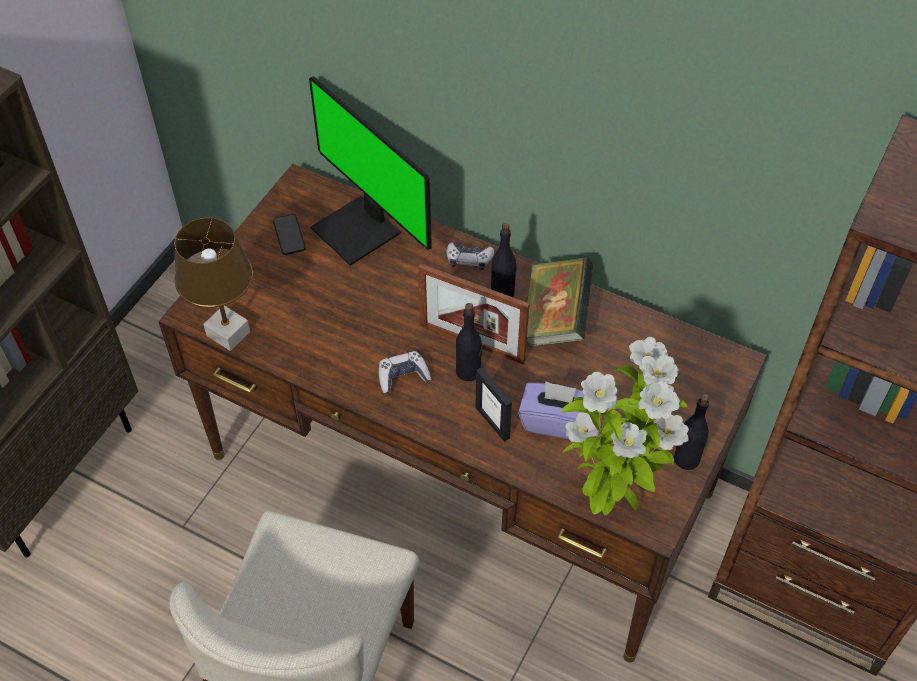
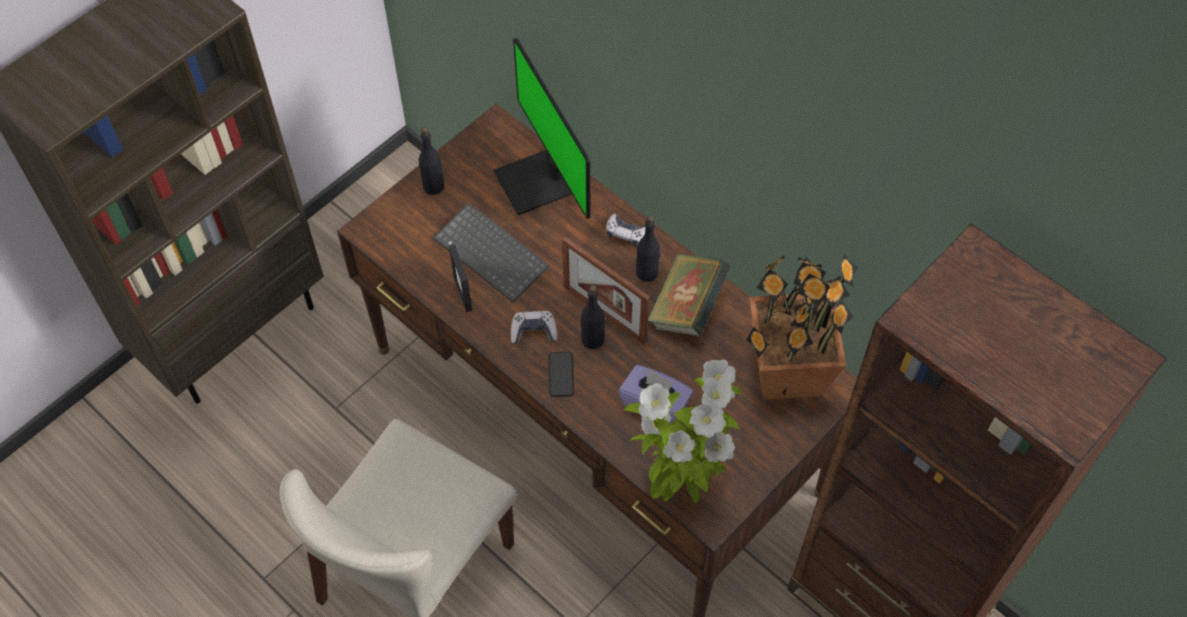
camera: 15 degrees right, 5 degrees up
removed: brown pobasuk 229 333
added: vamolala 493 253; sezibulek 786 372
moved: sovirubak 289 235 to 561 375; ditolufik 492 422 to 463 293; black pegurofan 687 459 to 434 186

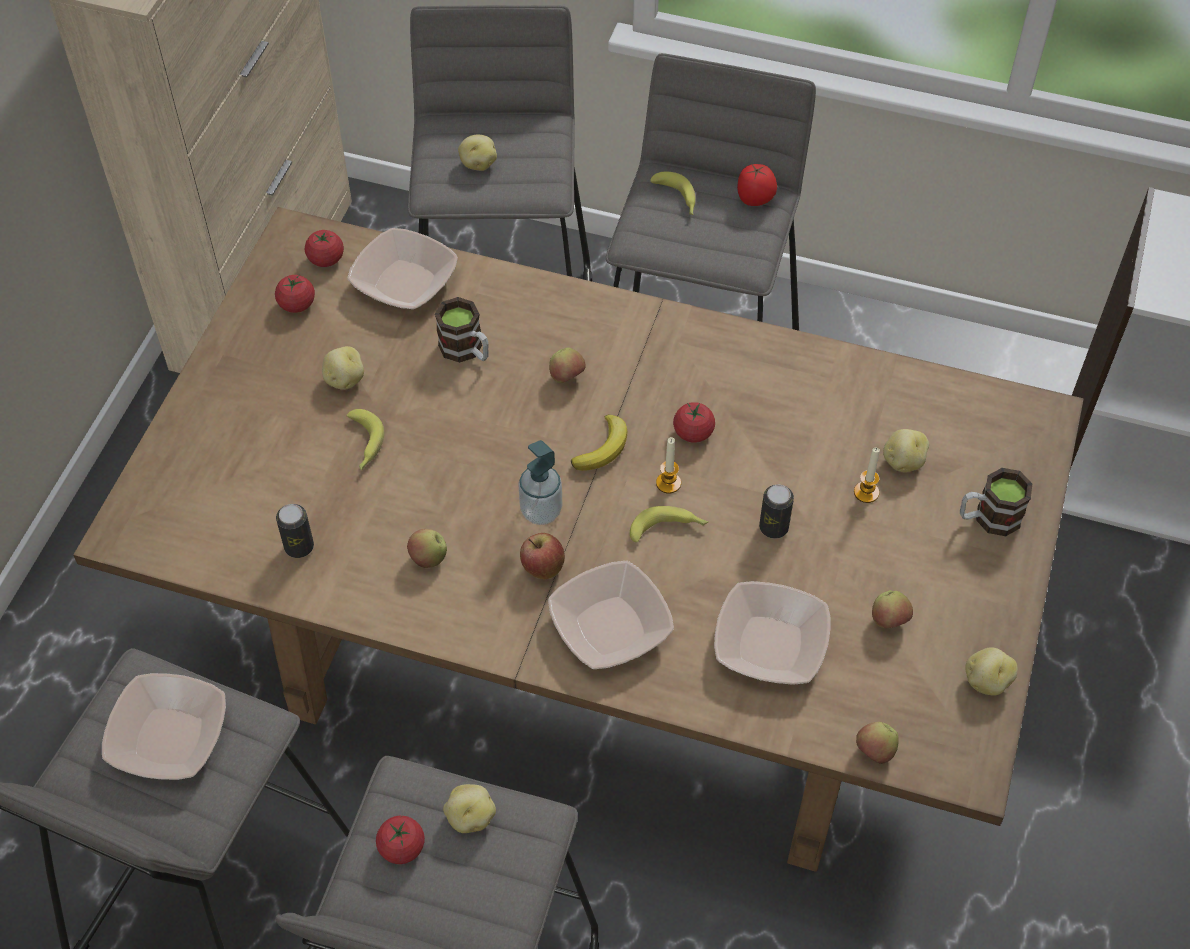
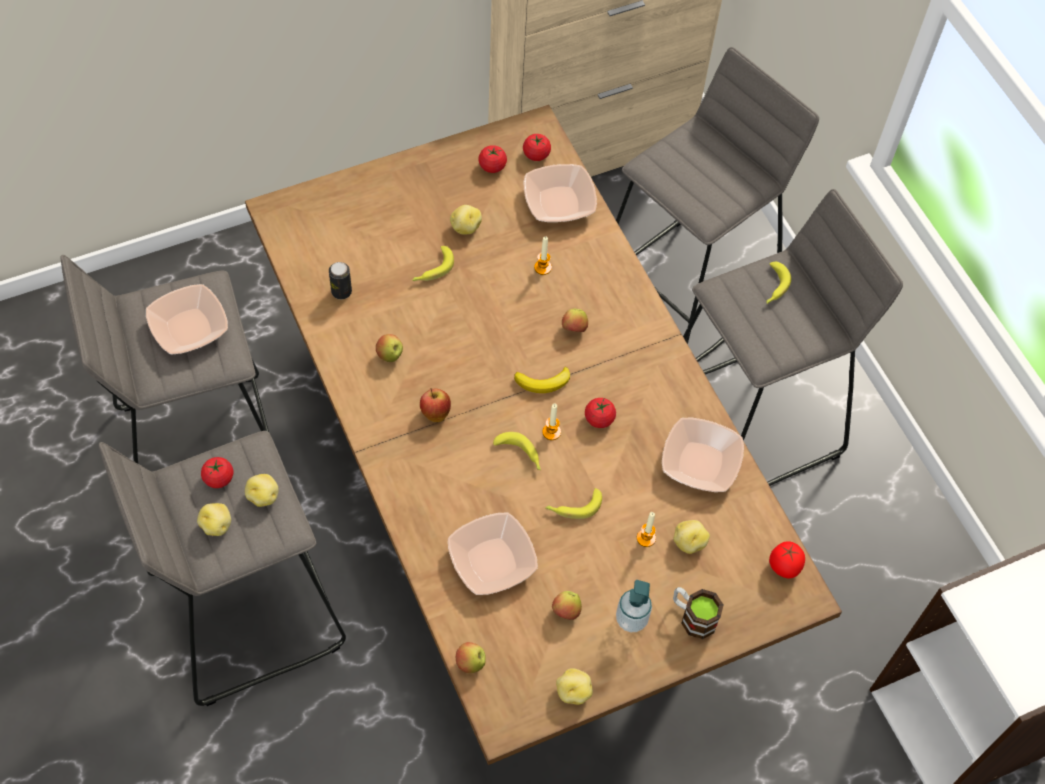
camera: 45 degrees right, 5 degrees up
moved: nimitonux 478 163 to 216 525; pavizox 541 511 to 631 619; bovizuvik 610 627 to 700 462; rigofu 755 200 to 783 567
replaced: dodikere 467 351 to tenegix 543 267; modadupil 773 527 to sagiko 573 507

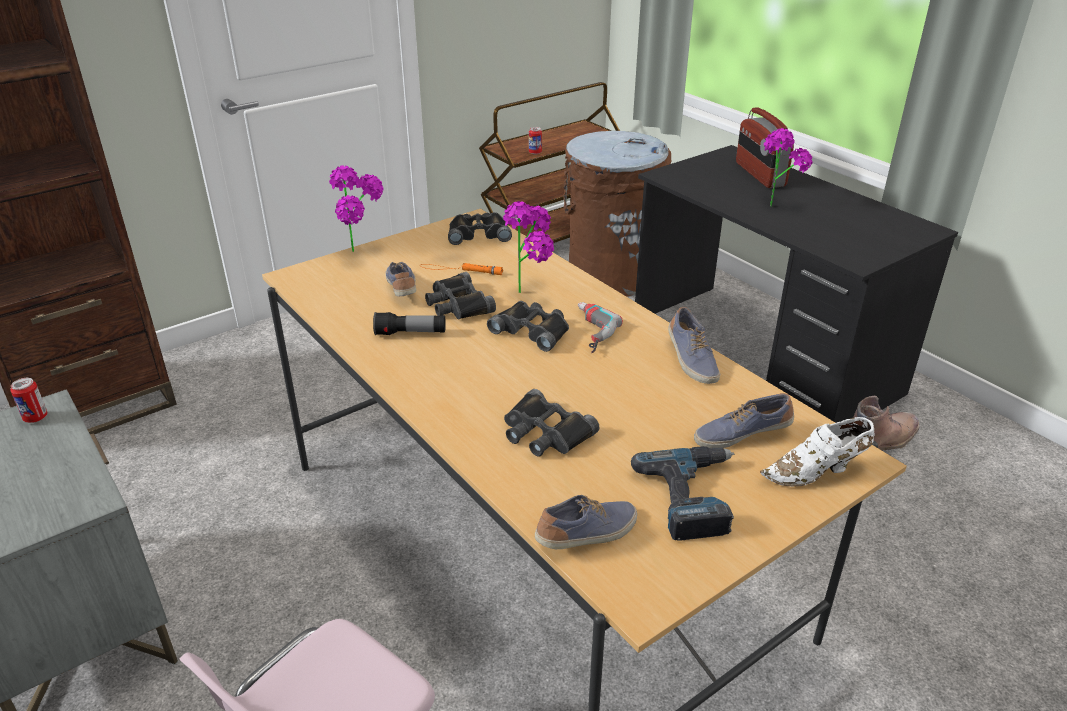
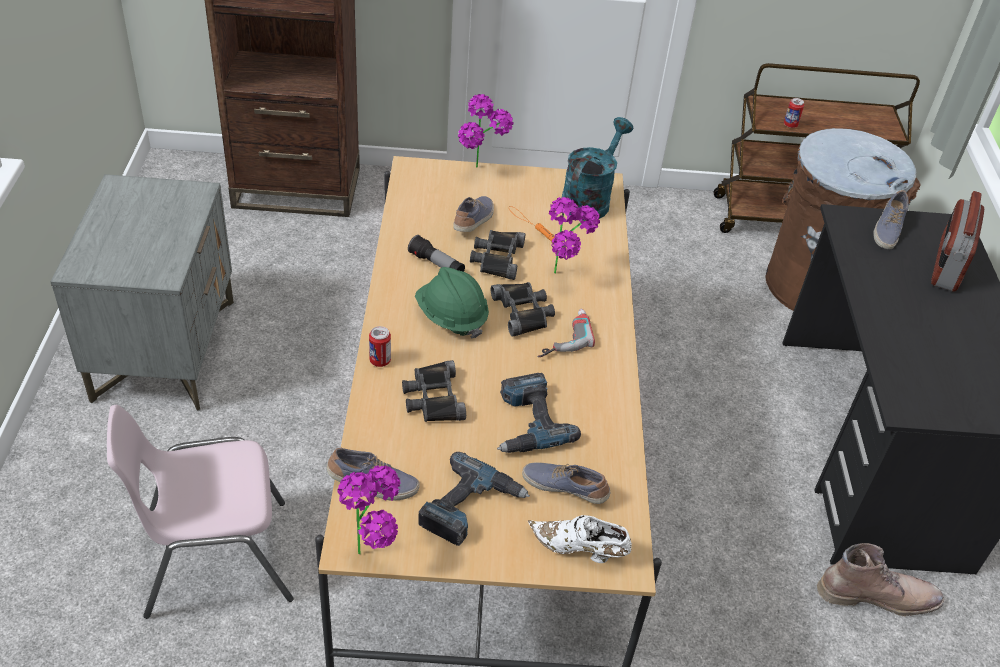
camera: 35 degrees right, 10 degrees up
added: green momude 451 317; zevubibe 526 422
moved: modadupil 35 417 to 380 361; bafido 691 359 to 887 229; sezibulek 775 203 to 374 552
replaced: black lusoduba 478 234 to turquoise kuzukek 589 199

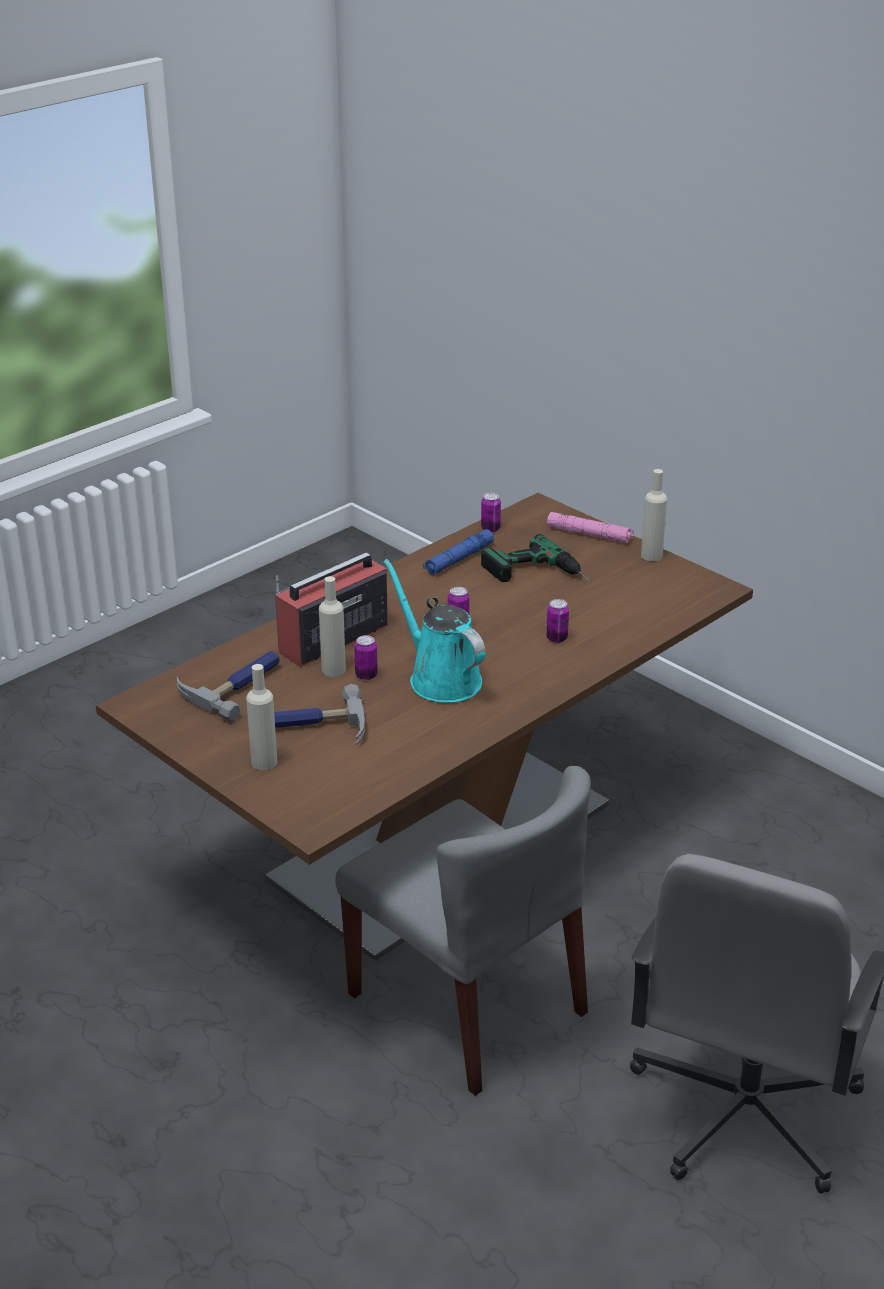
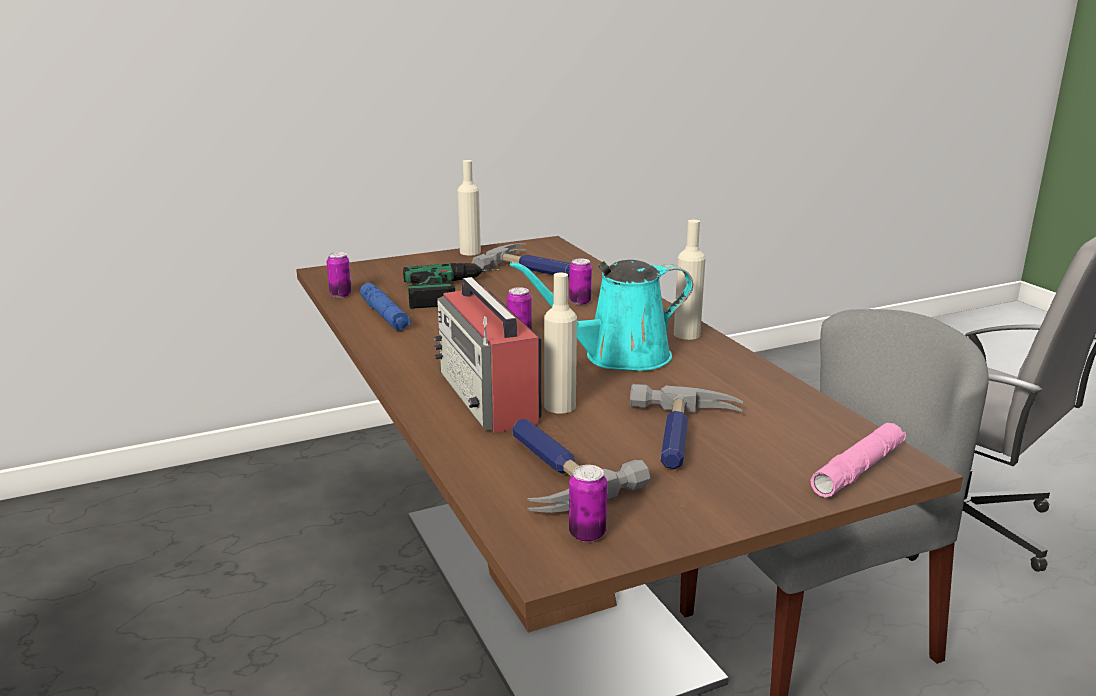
camera: 70 degrees left, 10 degrees down
added: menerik 532 269
moved: beige pegurofan 264 762 to 687 334; modadupil 366 675 to 587 534; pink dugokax 589 534 to 858 469

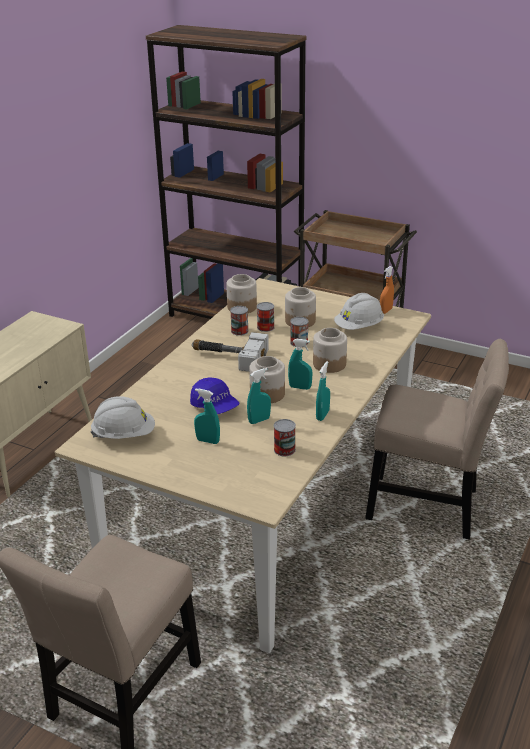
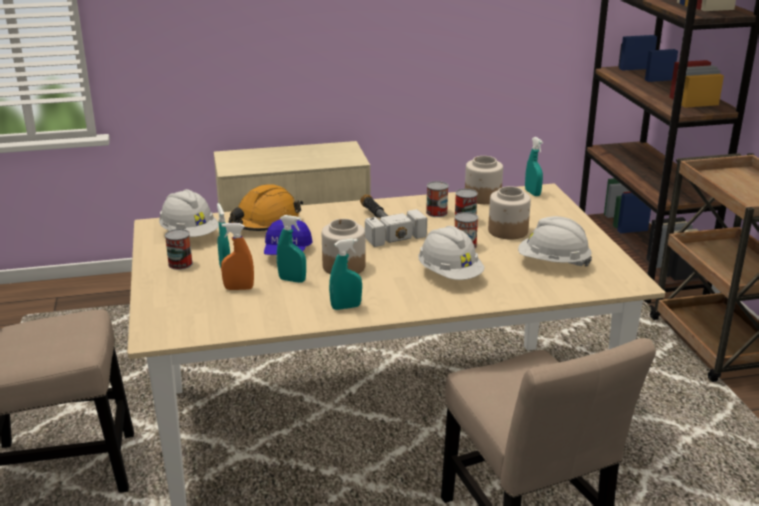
camera: 50 degrees right, 5 degrees down
added: orange momude 264 222
moved: modadupil 284 450 to 180 264; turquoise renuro 300 387 to 532 193; orange renuro 386 311 to 239 288
replaced: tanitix 329 364 to white momude 449 275

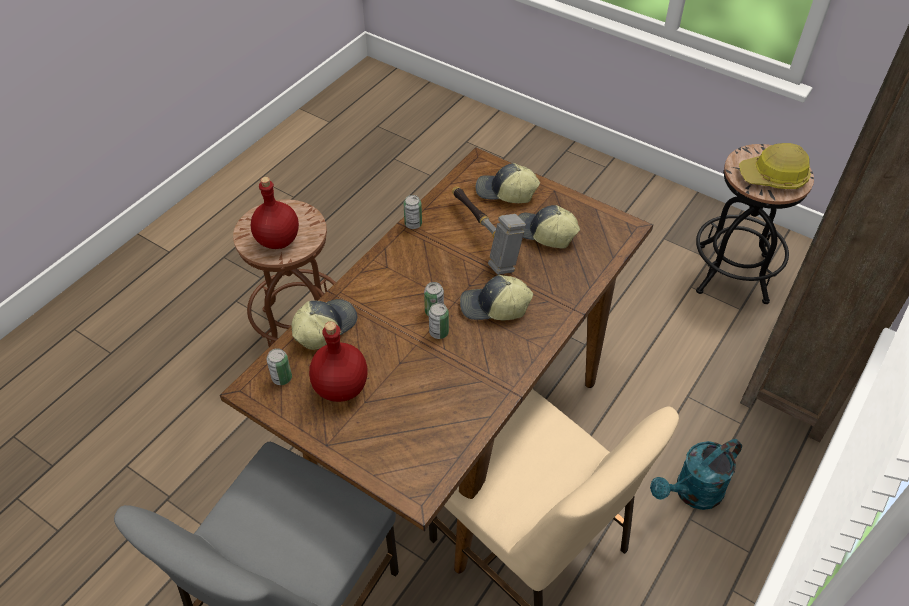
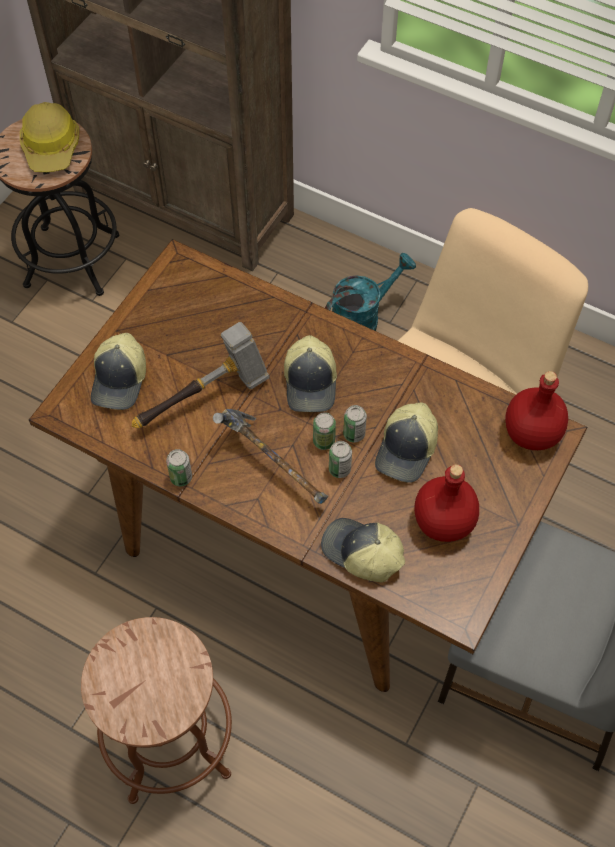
camera: 95 degrees left, 10 degrees up
added: menerik 271 467
moved: red pegurofan 278 240 to 530 433; modadupil 282 378 to 339 469; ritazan 544 234 to 407 450
turned: turquoise kuzukek 692 493 = 362 318 90 degrees counterclockwise

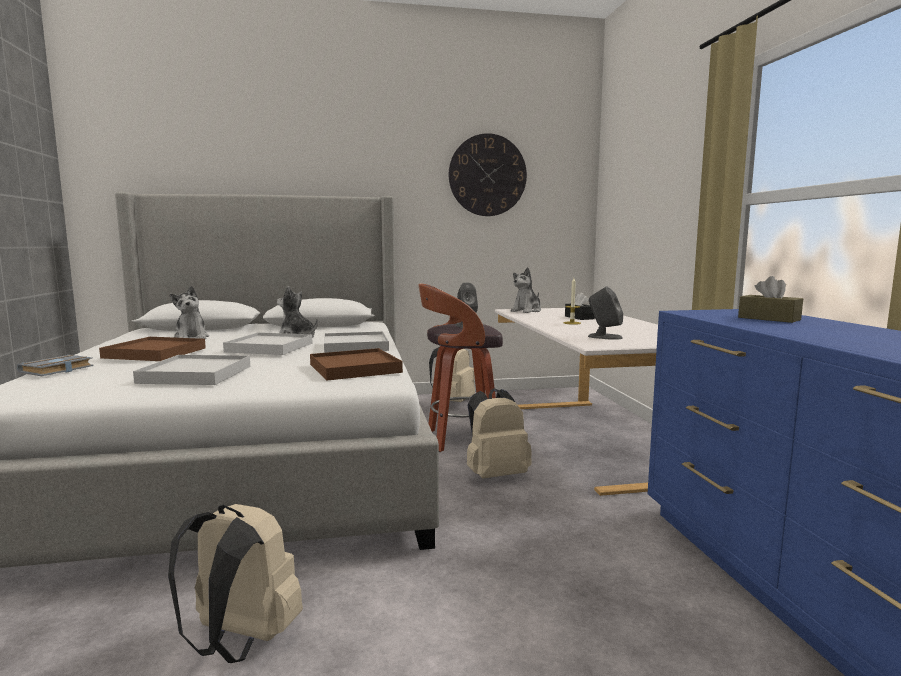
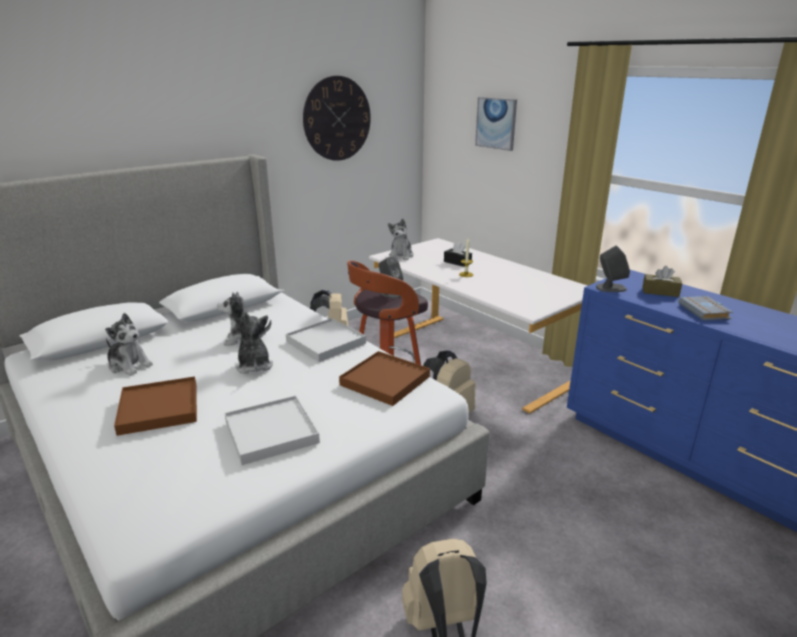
camera: 30 degrees left, 15 degrees up
added: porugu 496 123
moved: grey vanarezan 56 370 to 705 312; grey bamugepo 604 337 to 610 288
replaced: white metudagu 269 347 to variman 254 366

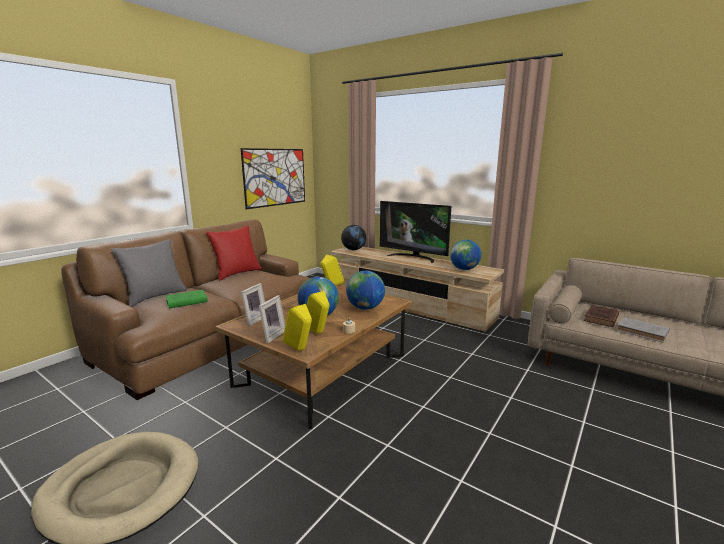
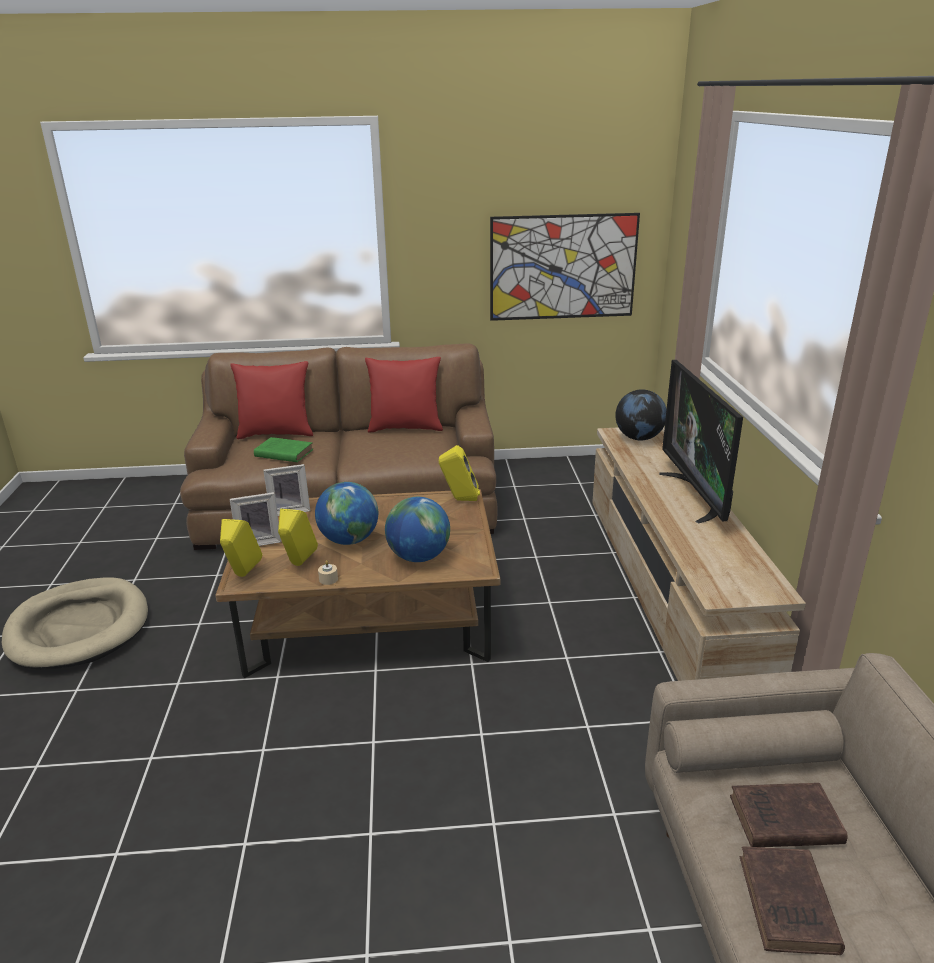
camera: 50 degrees right, 10 degrees up
removed: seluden 464 269
recoloured: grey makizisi 155 297 to red makizisi 276 433; grey vanarezan 643 332 to brown vanarezan 788 907

